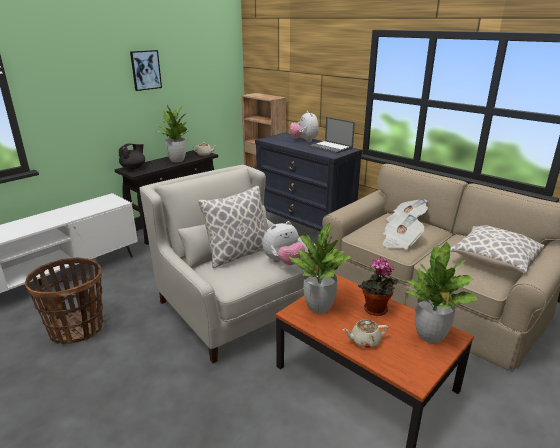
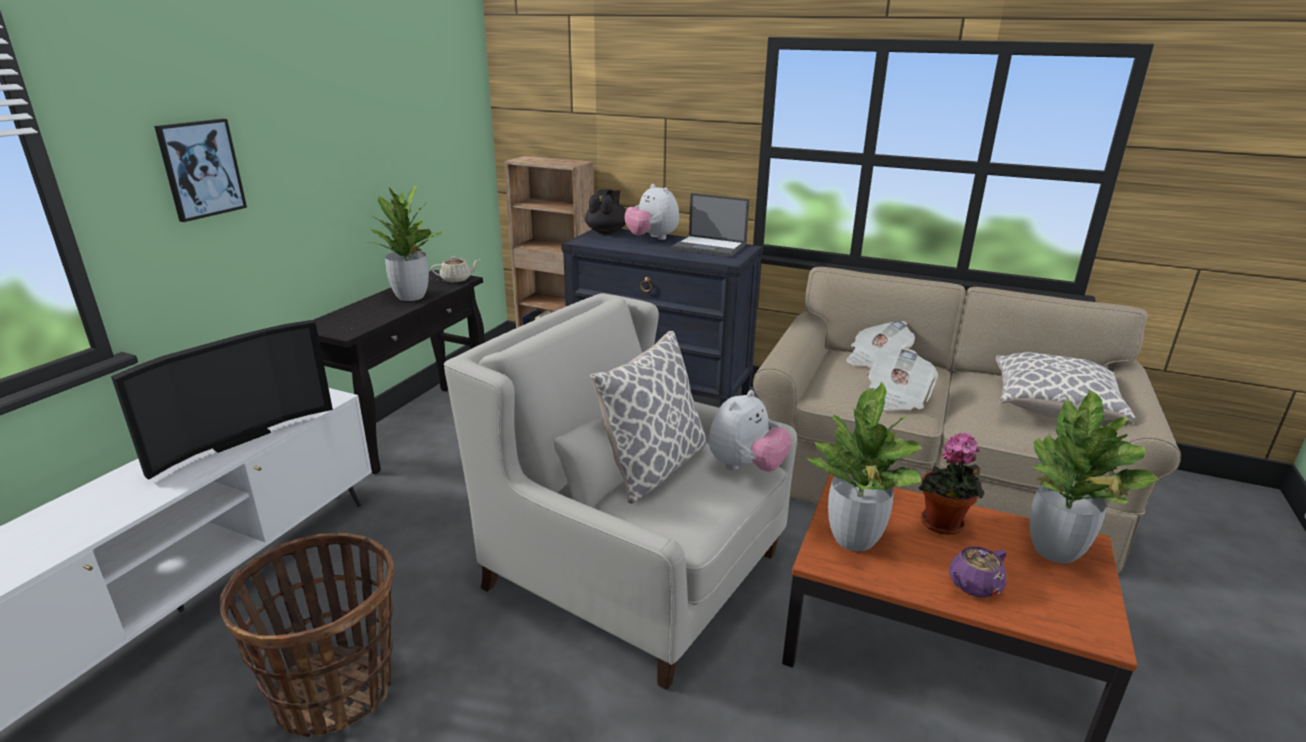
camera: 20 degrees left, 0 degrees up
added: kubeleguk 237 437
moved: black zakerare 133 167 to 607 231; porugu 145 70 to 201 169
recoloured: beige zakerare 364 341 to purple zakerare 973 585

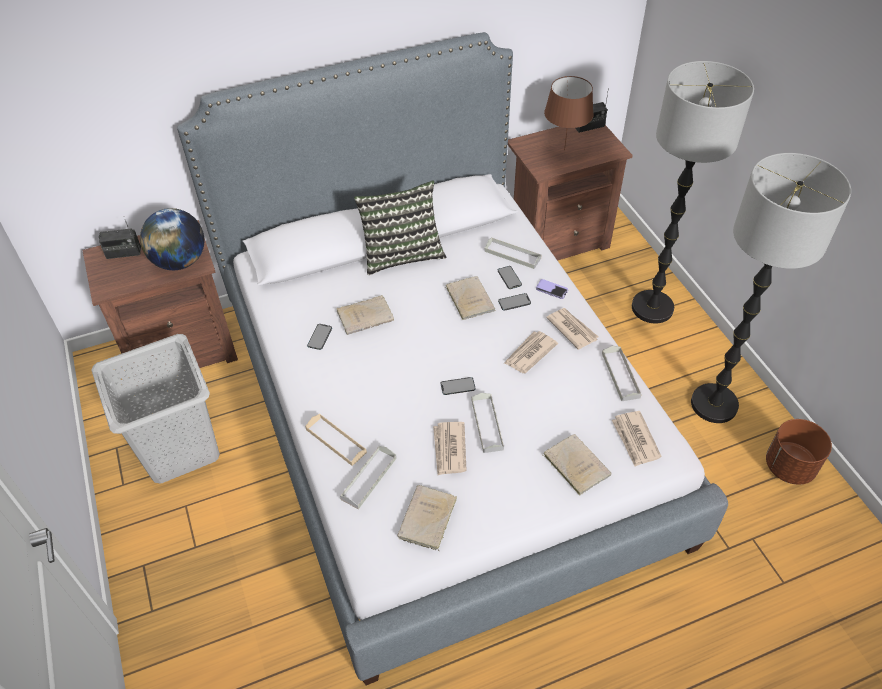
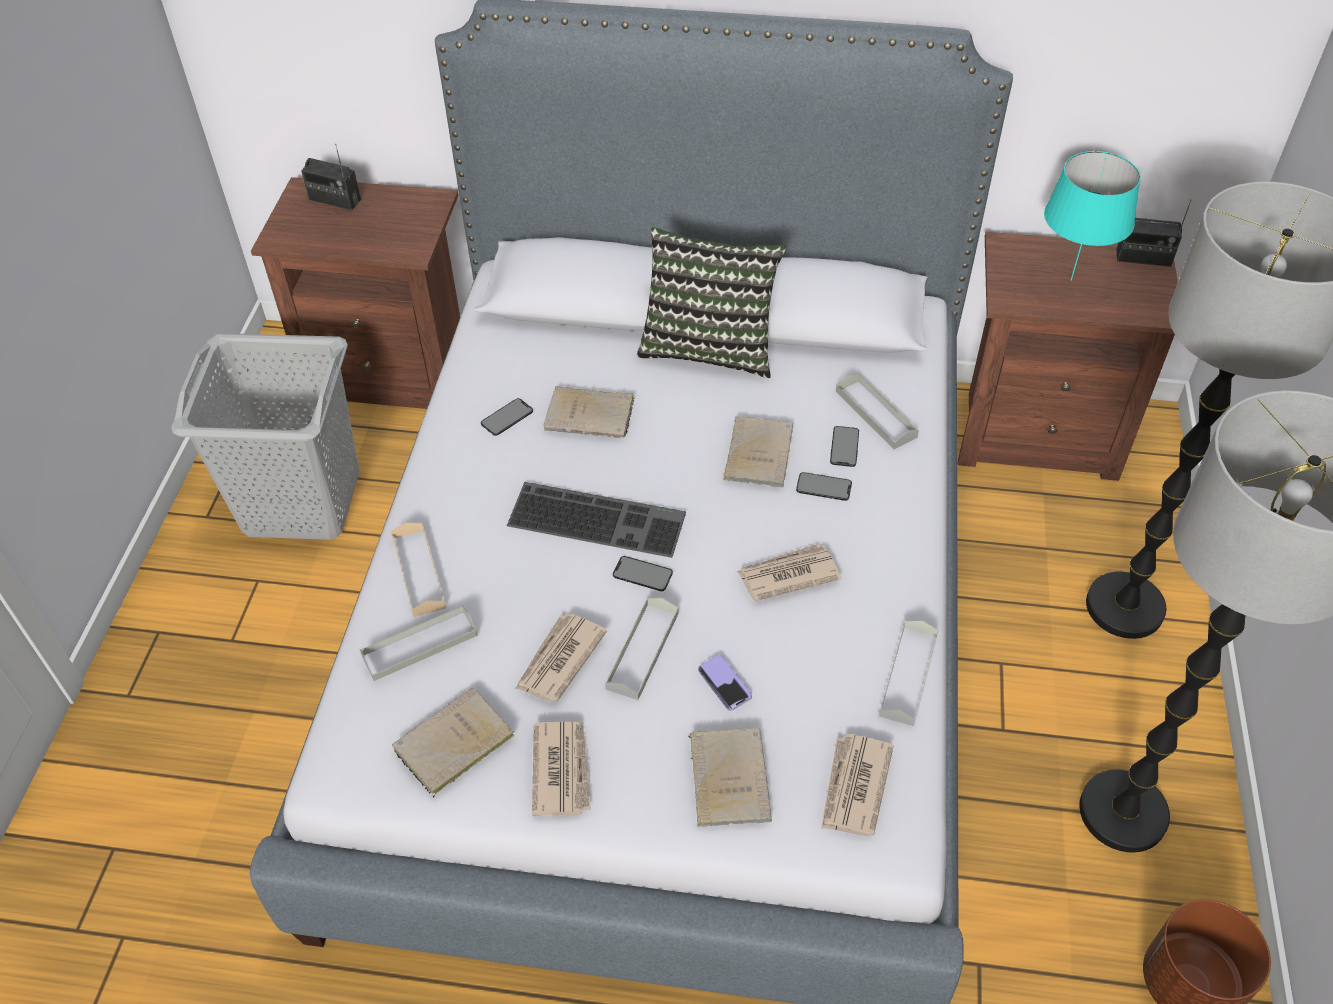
camera: 30 degrees right, 0 degrees up
removed: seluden 180 262
added: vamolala 599 518
moved: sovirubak 551 290 to 724 683; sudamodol 572 329 to 562 769
recoloured: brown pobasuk 563 149 to turquoise pobasuk 1070 279

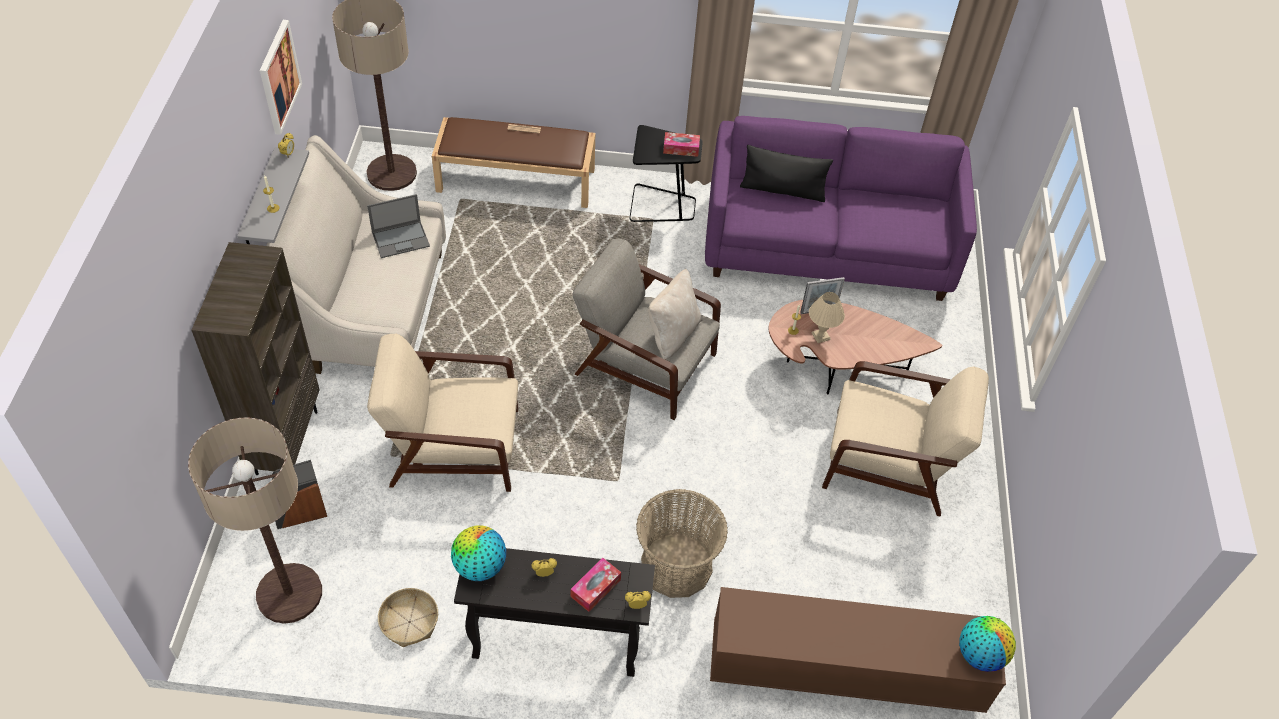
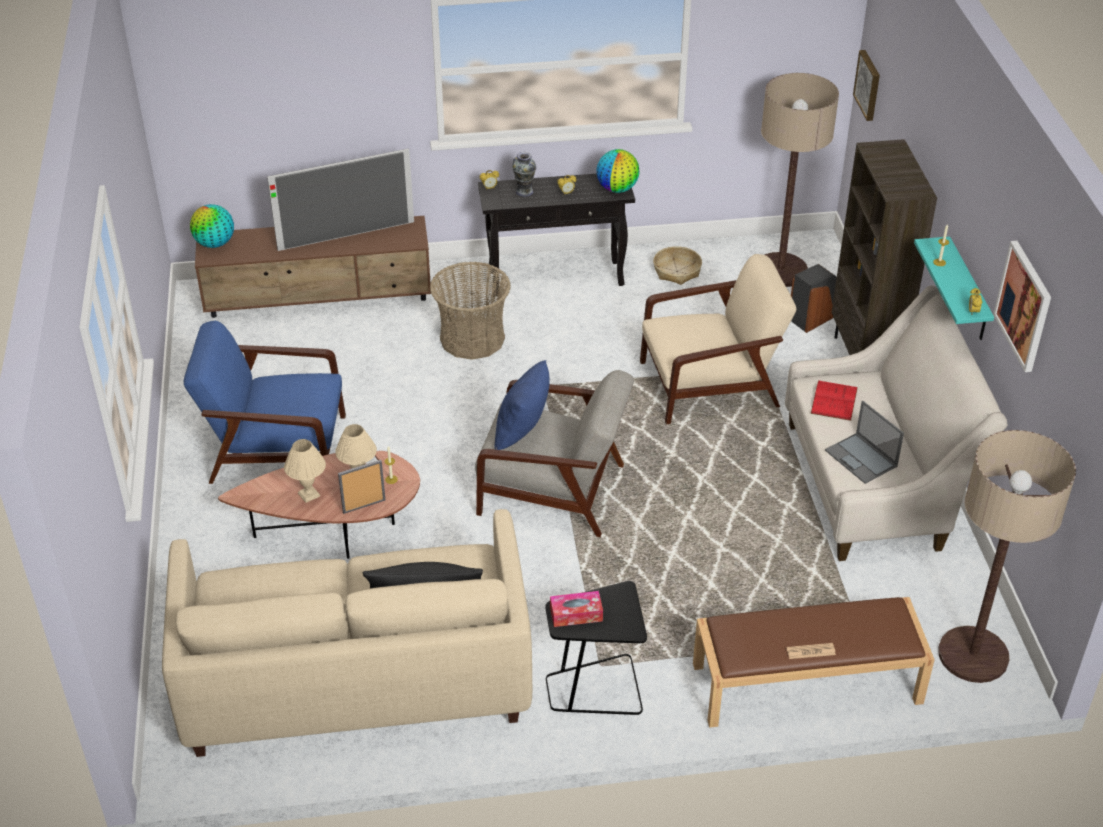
camera: 170 degrees right, 10 degrees down
added: kubeleguk 346 236; beige pobasuk 308 494; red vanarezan 834 400; porugu 869 85
replaced: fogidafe 595 588 to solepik 524 192
recoloured: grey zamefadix 260 203 to turquoise zamefadix 968 291; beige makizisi 672 334 to blue makizisi 523 431; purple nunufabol 827 247 to beige nunufabol 355 677; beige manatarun 890 462 to blue manatarun 276 449
turned: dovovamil 401 239 = 861 459 90 degrees counterclockwise

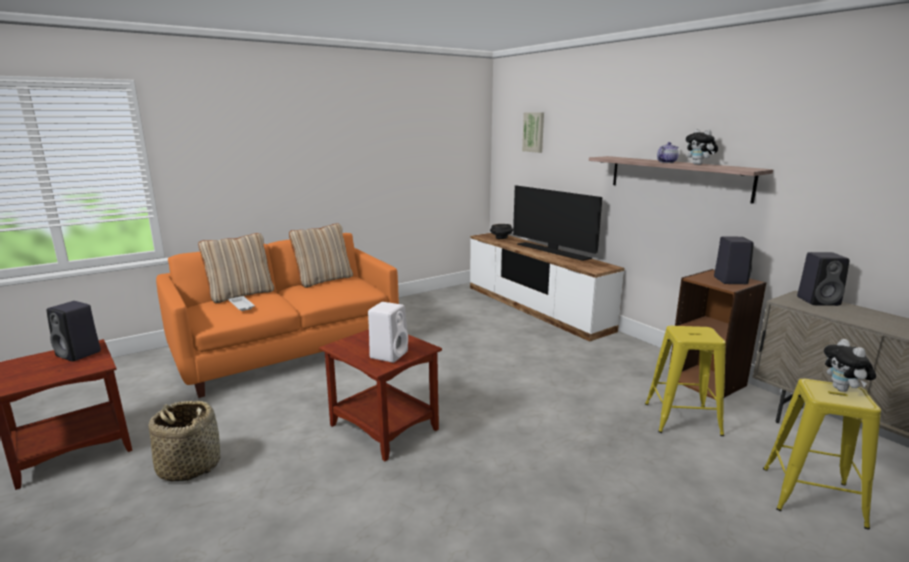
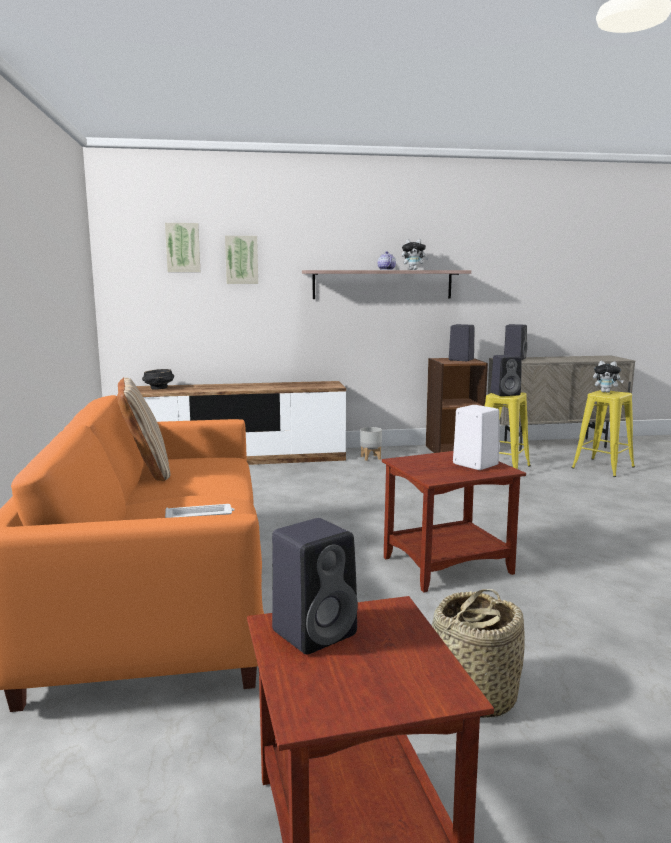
camera: 65 degrees left, 5 degrees down
removed: beige makizisi 241 295; kubeleguk 553 251
added: porugu 241 260; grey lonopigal 370 458; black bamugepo 506 394

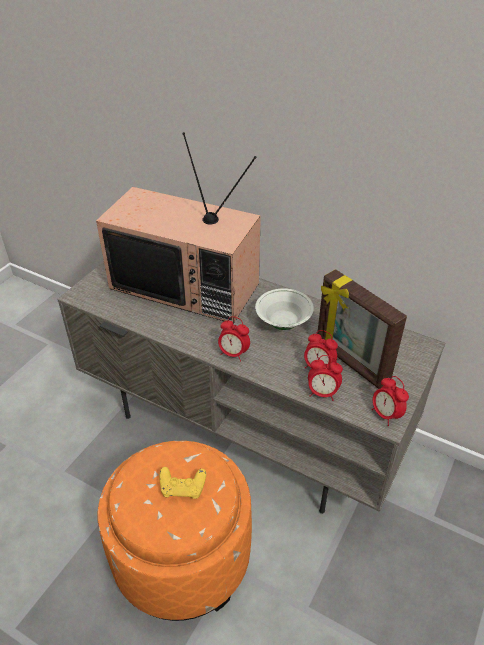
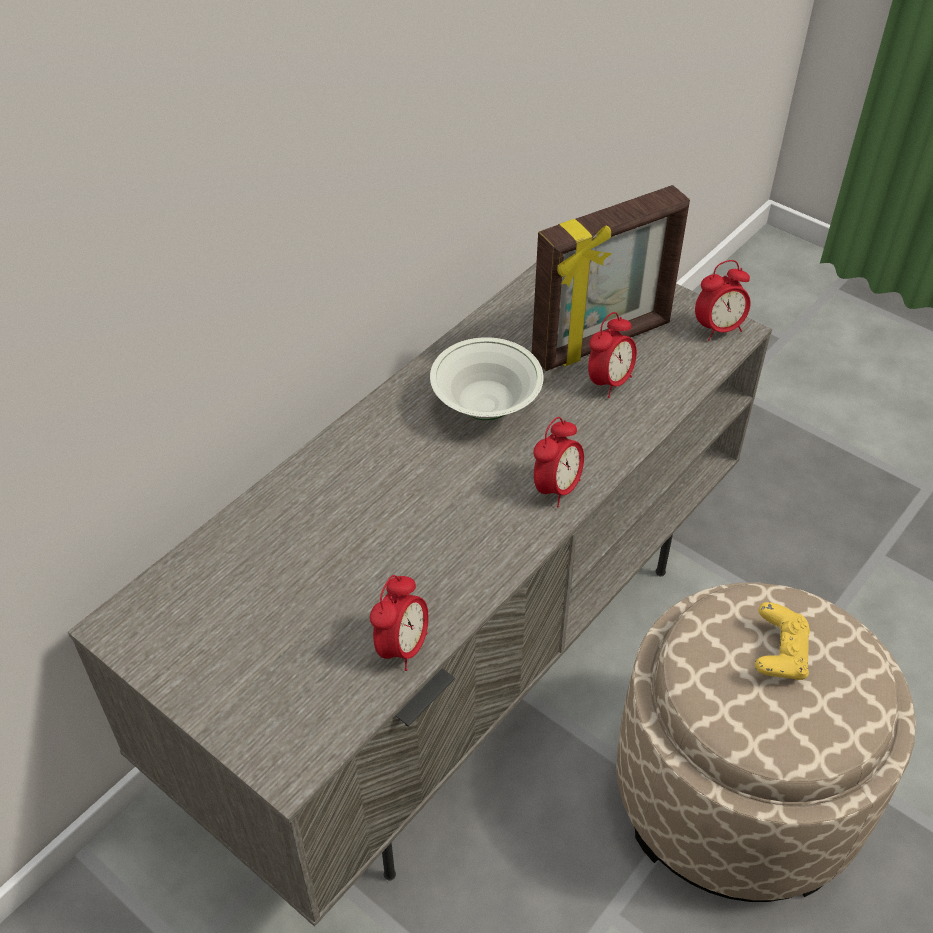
camera: 80 degrees left, 5 degrees up
removed: kubeleguk 187 285
moved: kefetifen 322 393 to 402 647
recoloured: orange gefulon 182 557 to beige gefulon 736 792

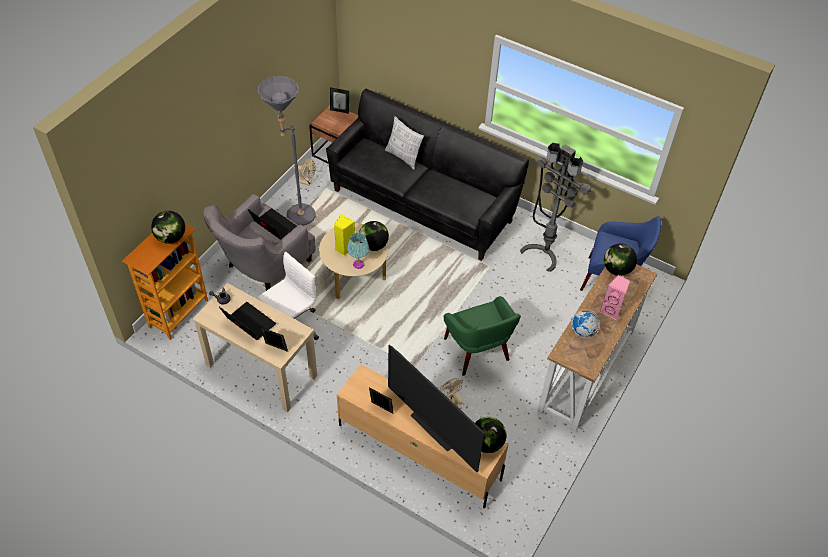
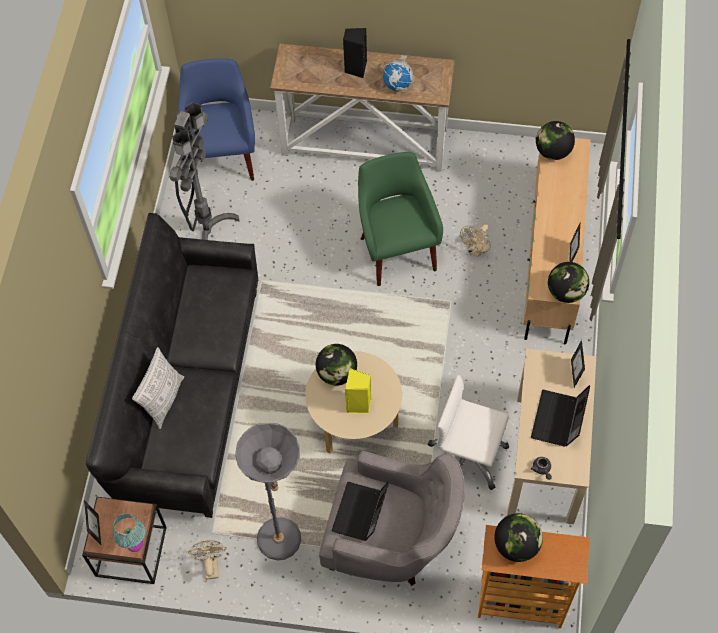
camera: 110 degrees left, 10 degrees up
removed: kubeleguk 432 430
moved: turquoise pobasuk 358 264 to 134 544; seluden 617 270 to 566 292
recoloured: pink bamugepo 611 310 to black bamugepo 355 68
turned: green manatarun 478 353 = 397 248 60 degrees counterclockwise

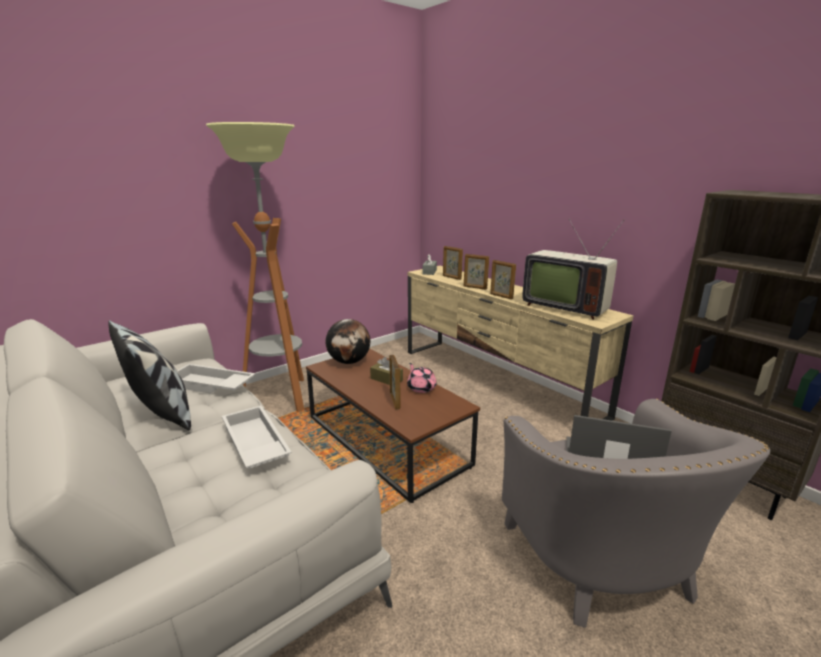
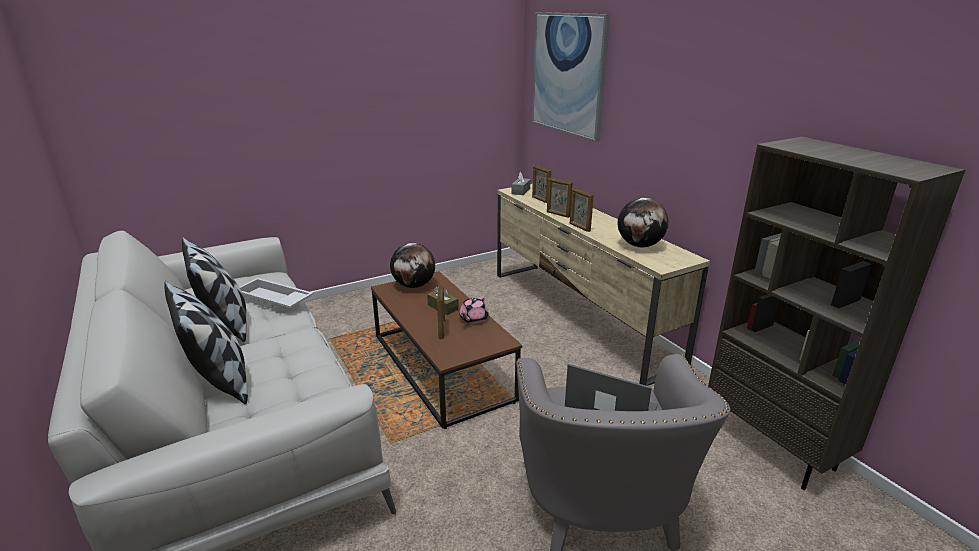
camera: 10 degrees right, 5 degrees up
removed: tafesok 281 396; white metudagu 254 444
added: makizisi 219 381; porugu 568 74
replaced: kubeleguk 565 307 to seluden 640 245
turned: pink zakerare 421 388 = 473 319 135 degrees counterclockwise

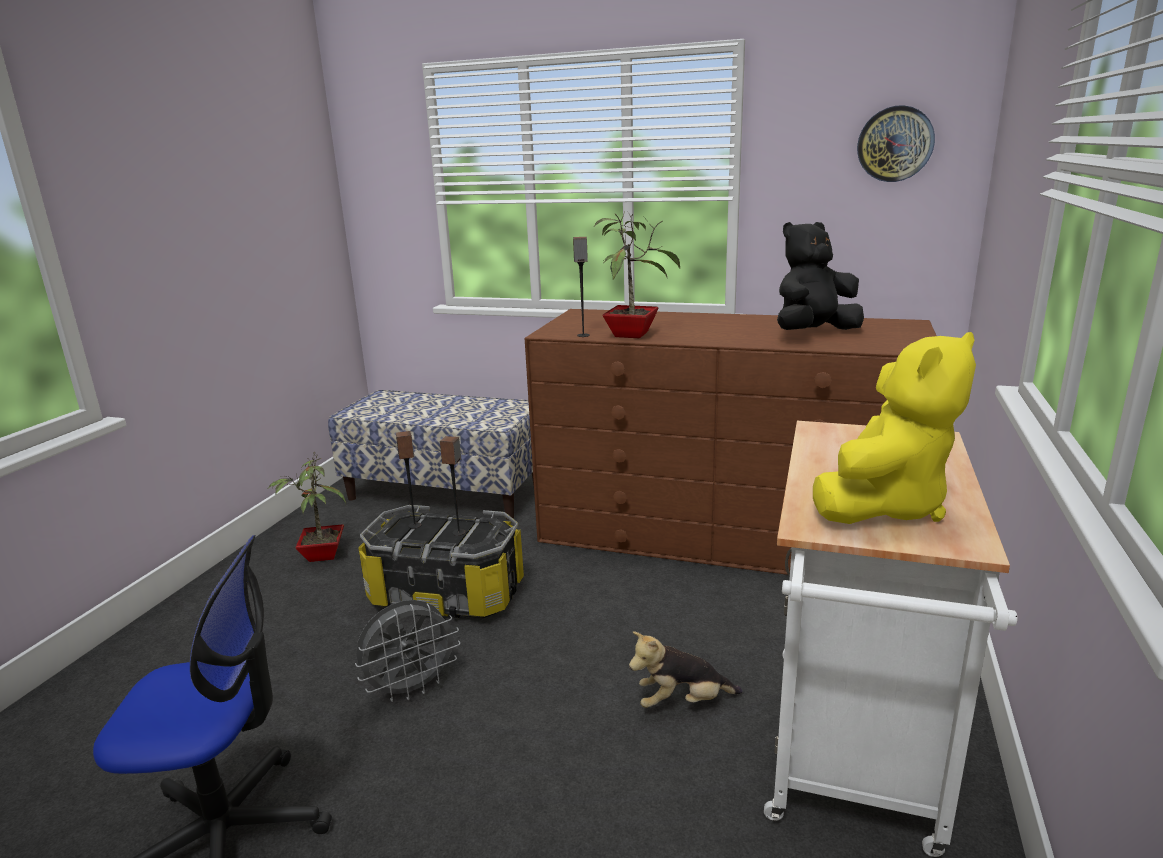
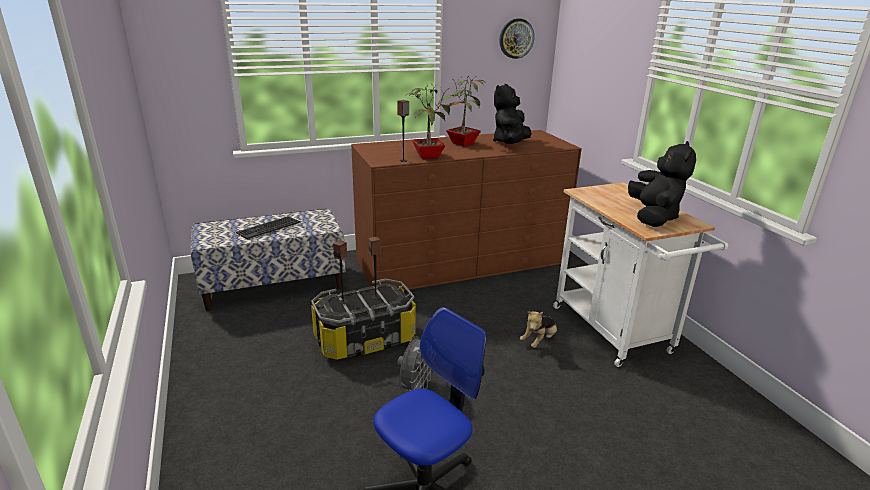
camera: 40 degrees left, 5 degrees up
added: vamolala 268 228
moved: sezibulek 321 555 to 462 144
recoloured: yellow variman 884 505 to black variman 653 217

